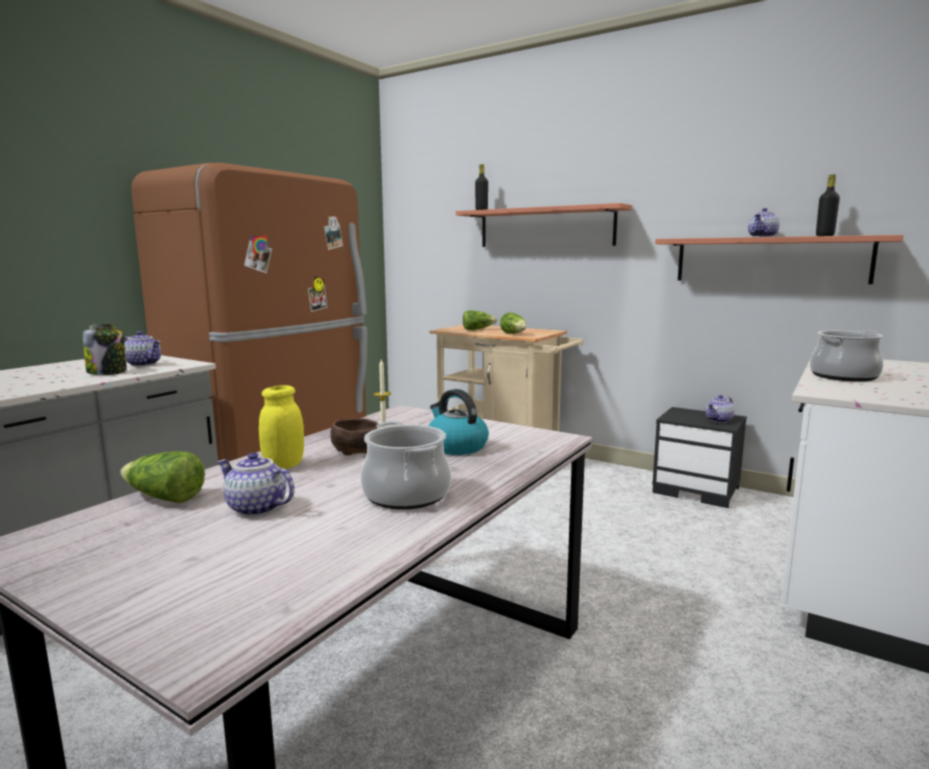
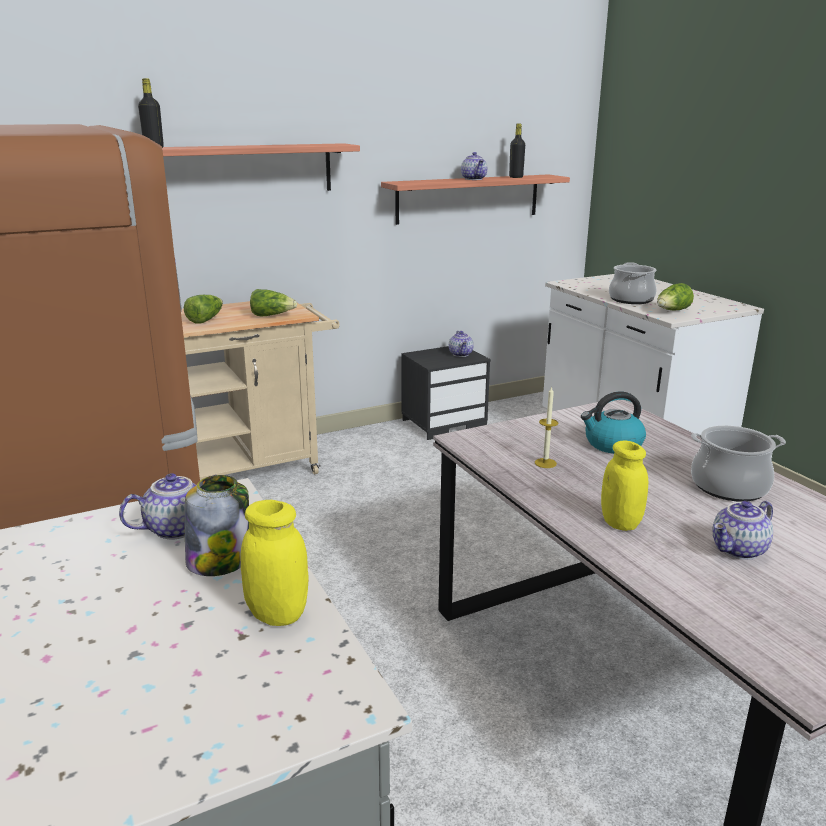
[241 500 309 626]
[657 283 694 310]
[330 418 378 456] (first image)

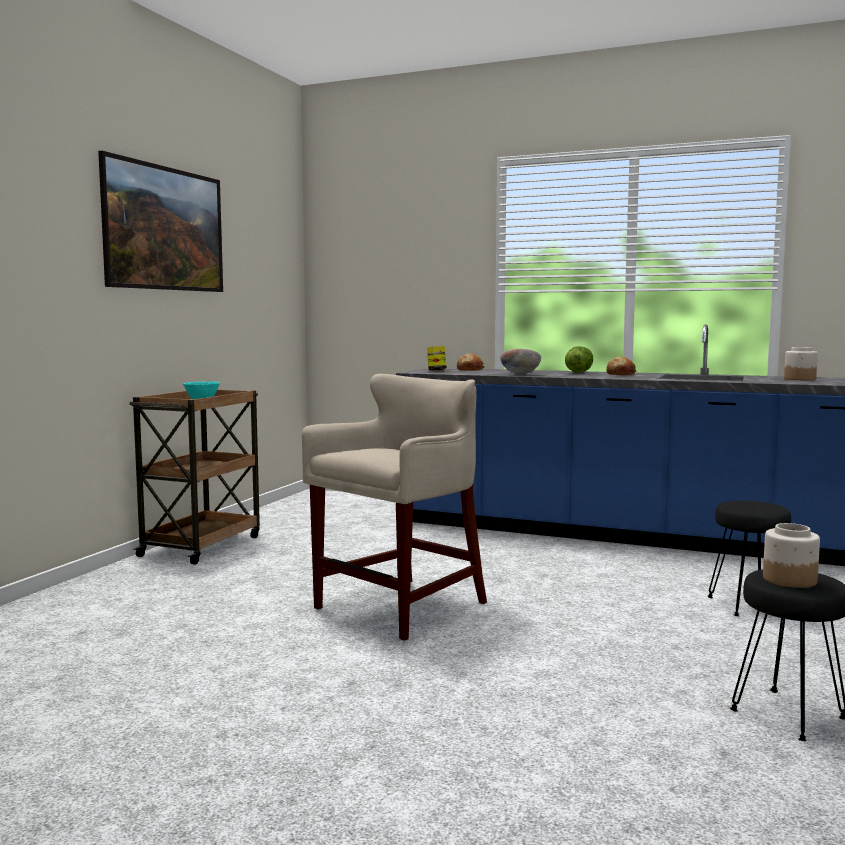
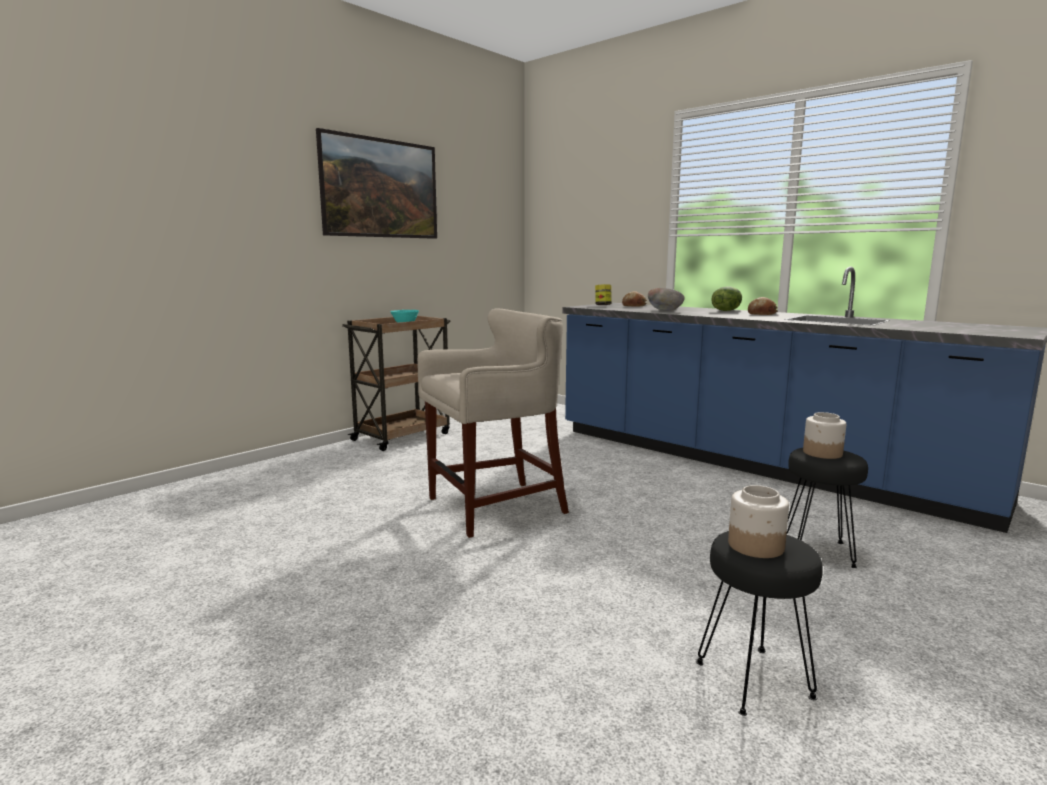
[803 412 846 459]

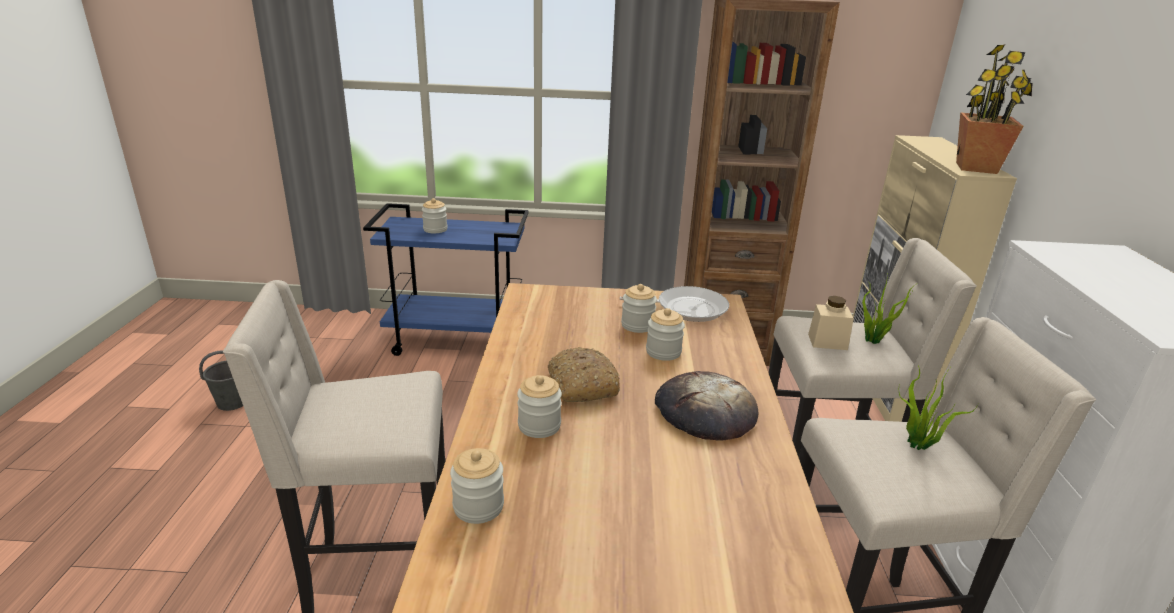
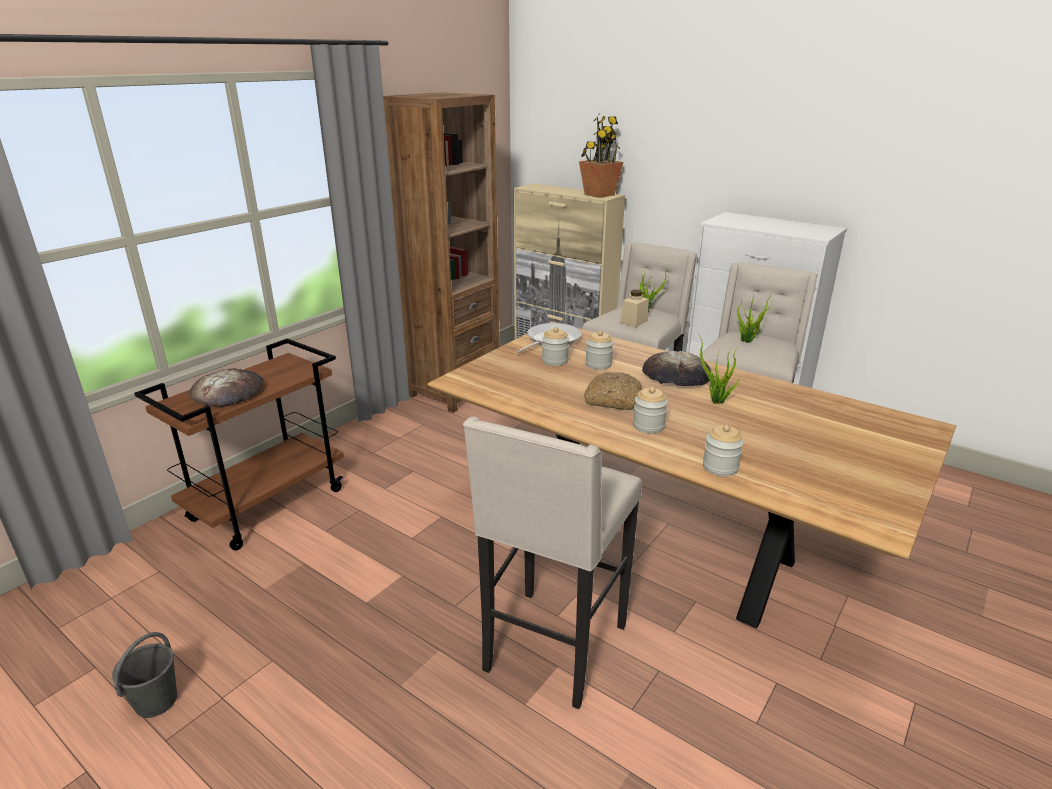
[134 339 344 551]
[190 368 264 407]
[698 333 741 404]

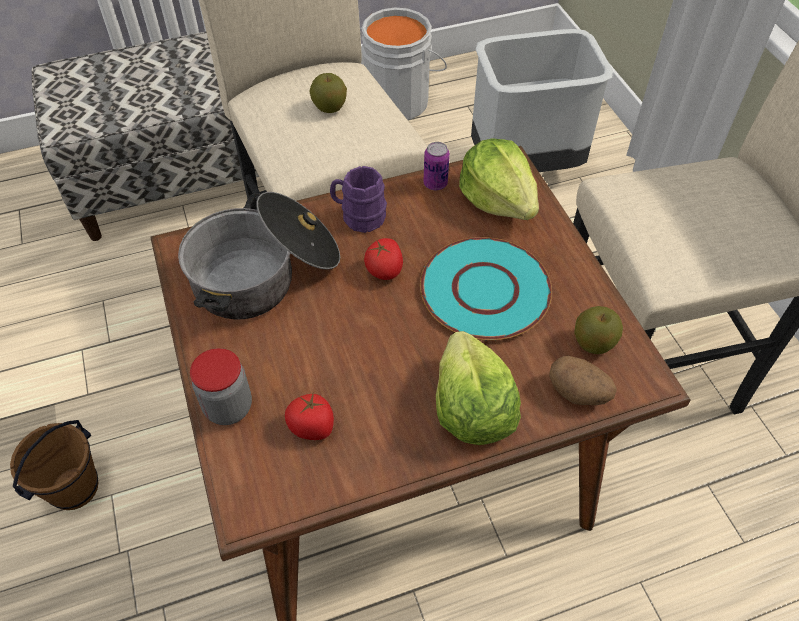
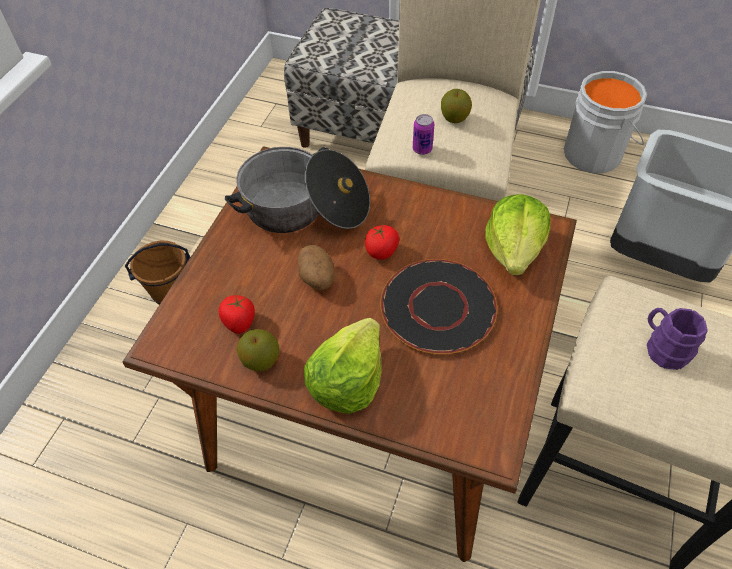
[236 329 280 372]
[298 245 334 290]
[380 259 497 354]
[413 114 435 155]
[647 308 708 370]
[190 348 252 425] (first image)

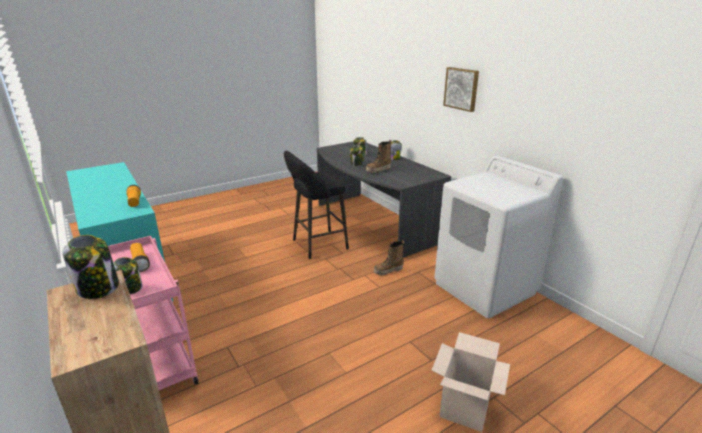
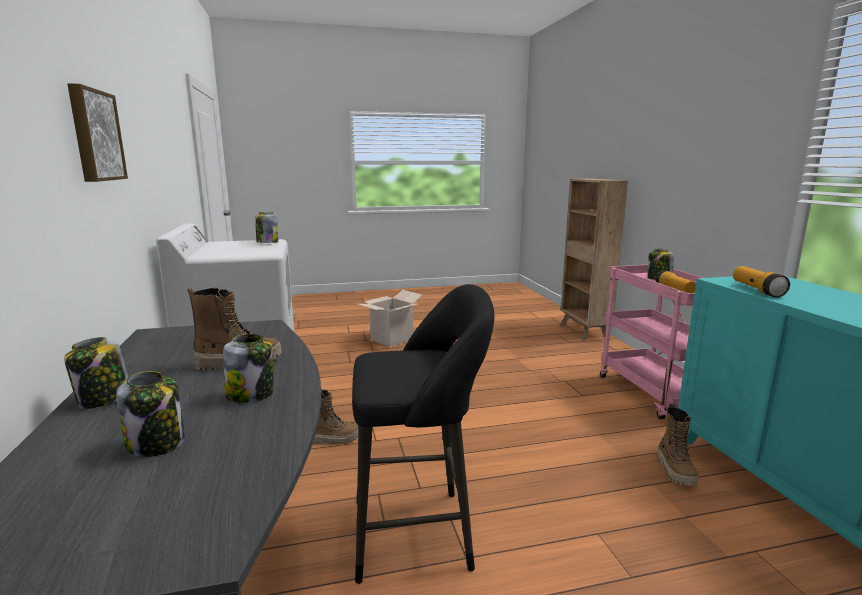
[255 212 278 243]
[657 403 698 486]

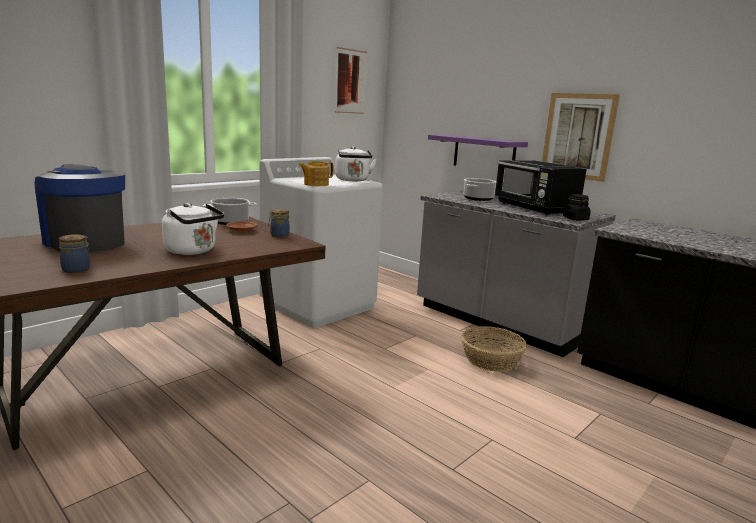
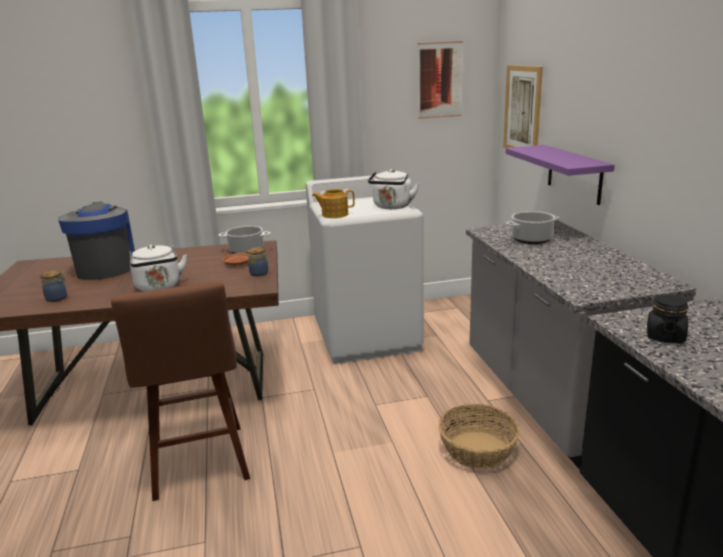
[111 282 250 501]
[503 65 543 148]
[647 294 688 343]
[494 160 587 215] (first image)

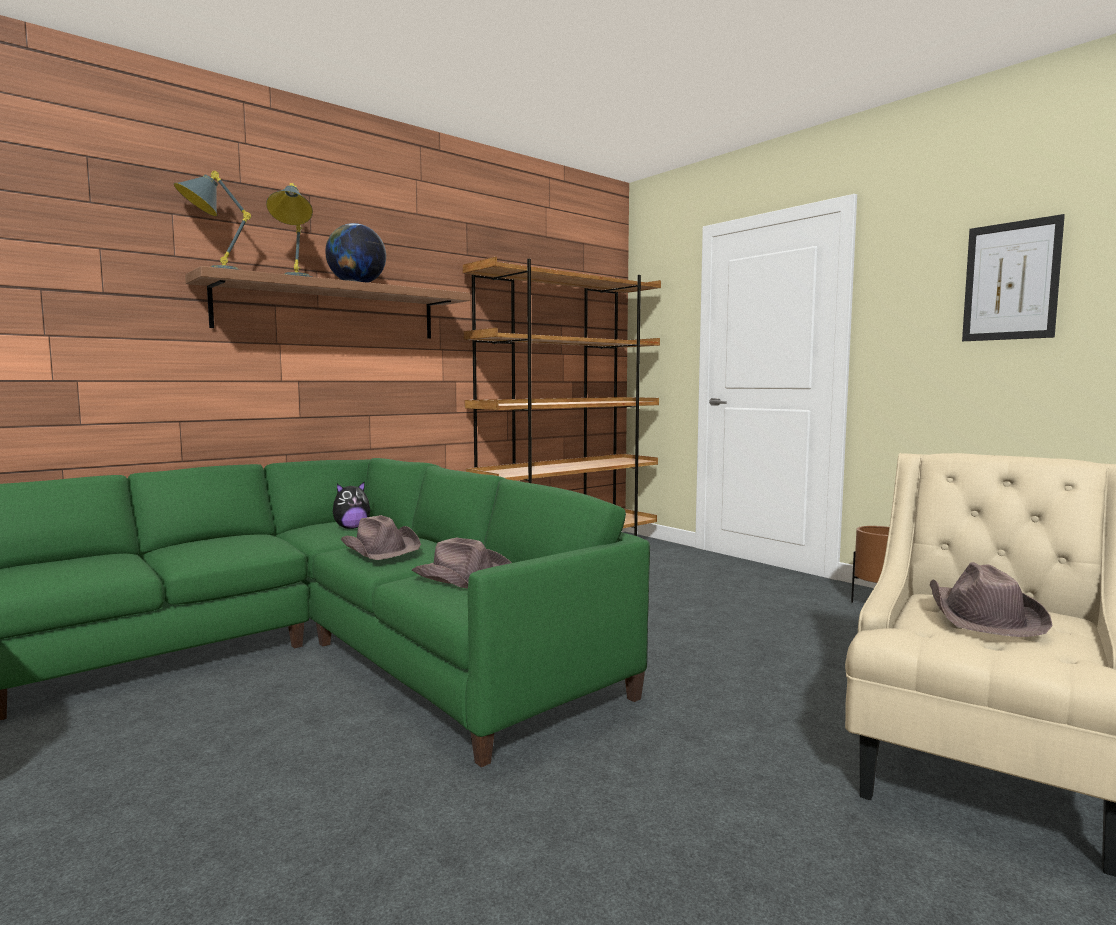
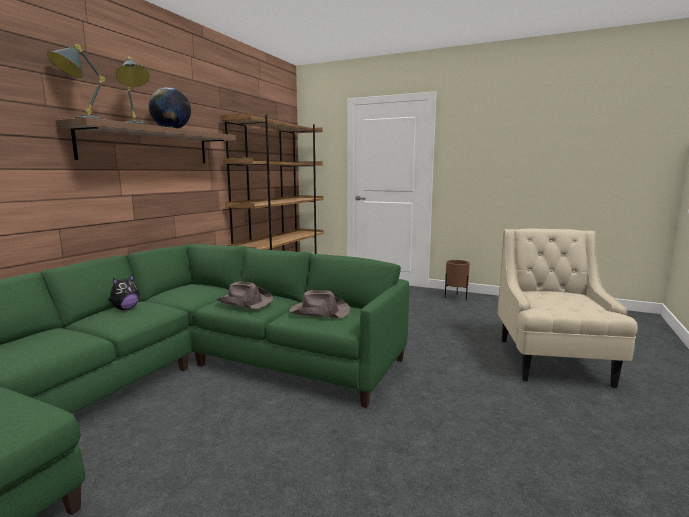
[109 275 140 310]
[930 562 1053 637] (first image)
[962 214 1065 341] (first image)

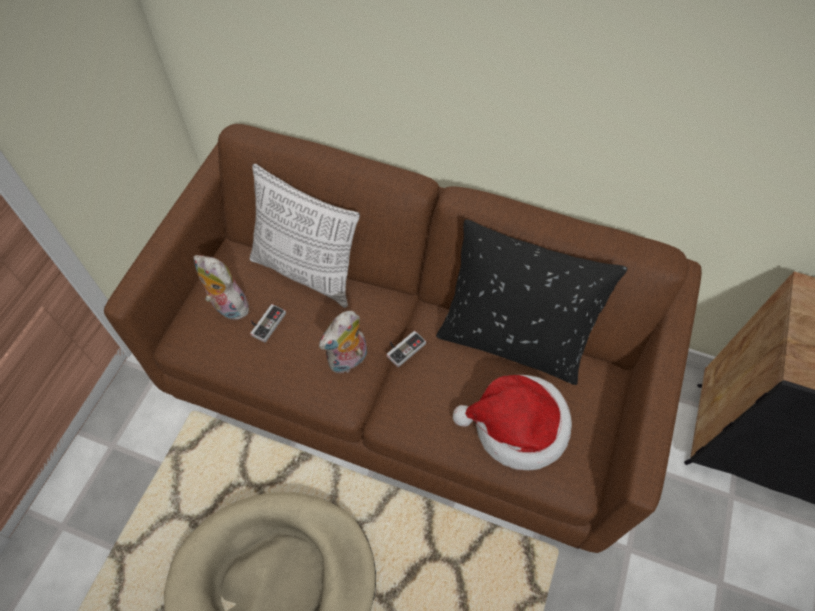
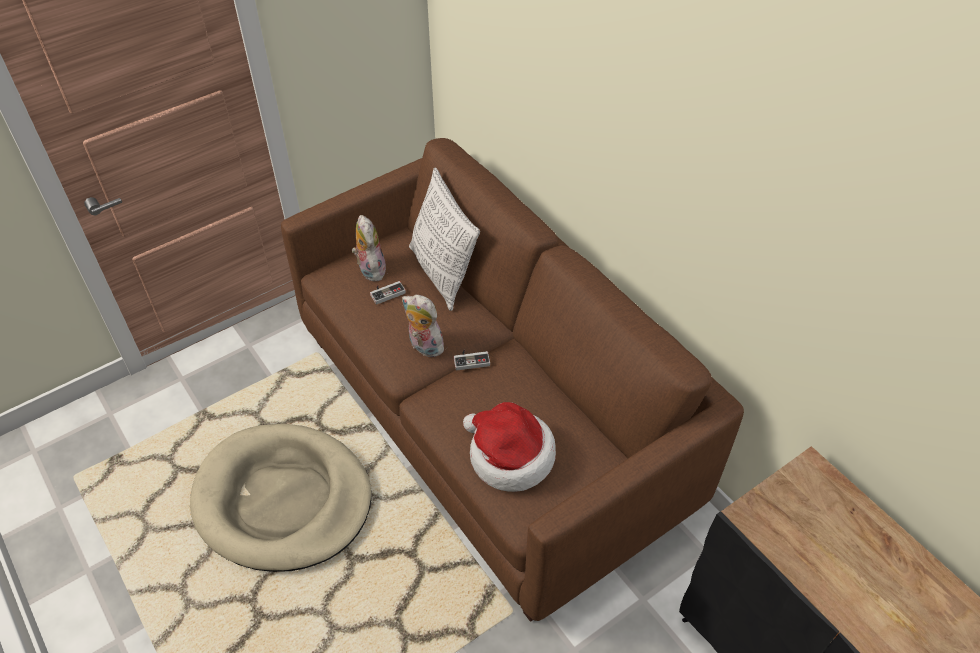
[402 295 444 357]
[436 219 627 385] (first image)

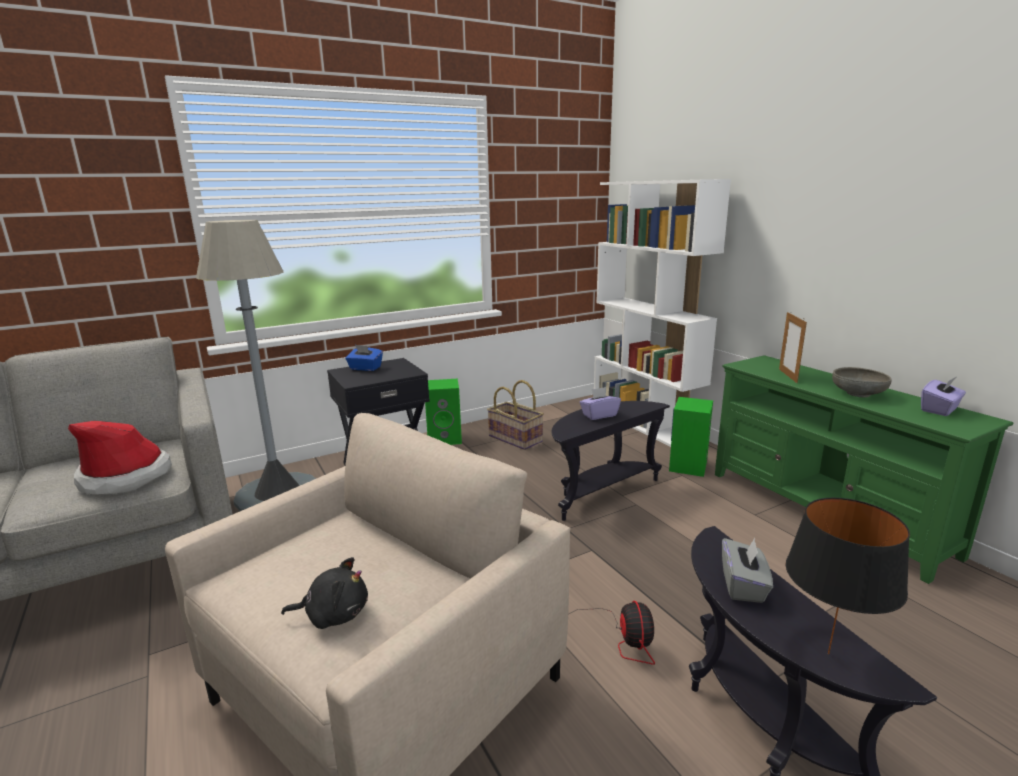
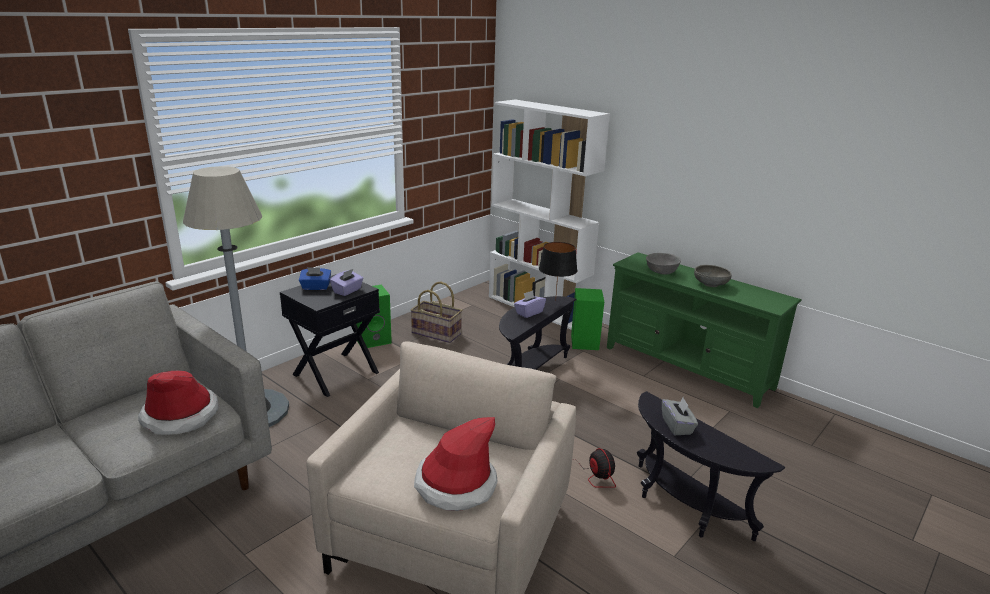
[330 269 364 296]
[414 417 497 511]
[539 242 577 301]
[646 253 681 274]

